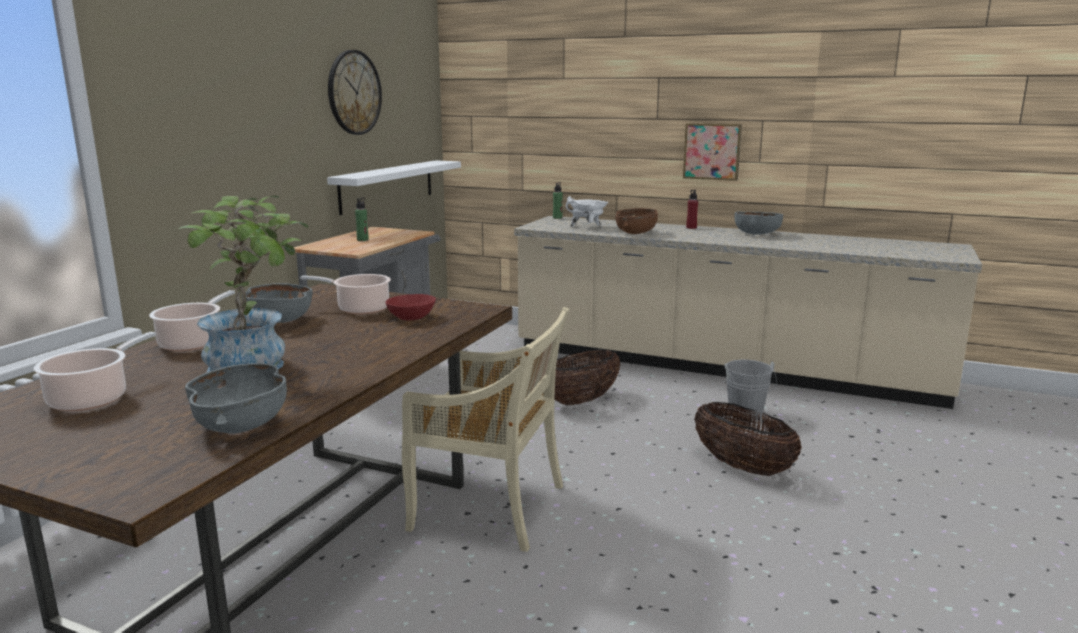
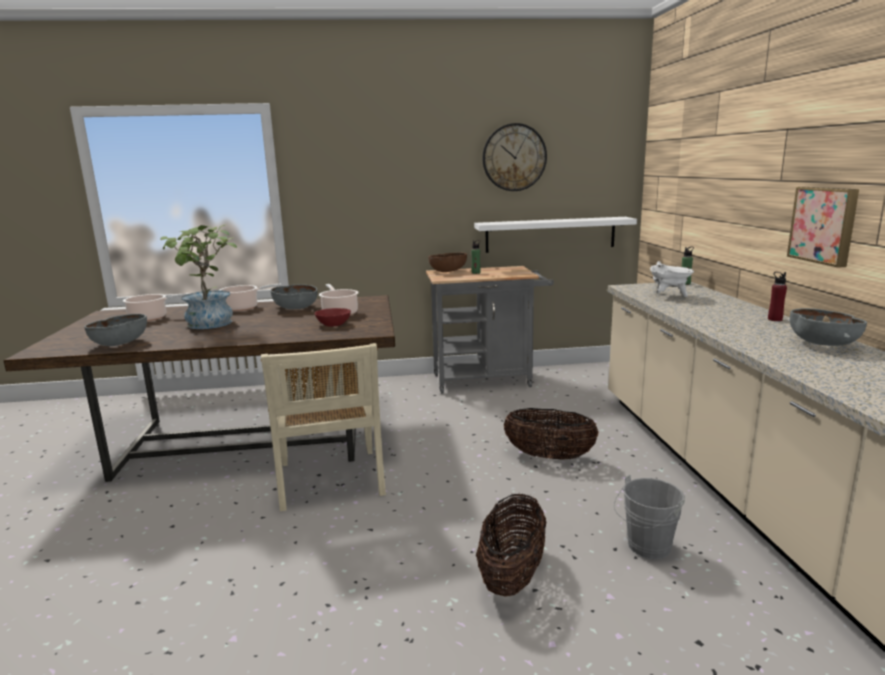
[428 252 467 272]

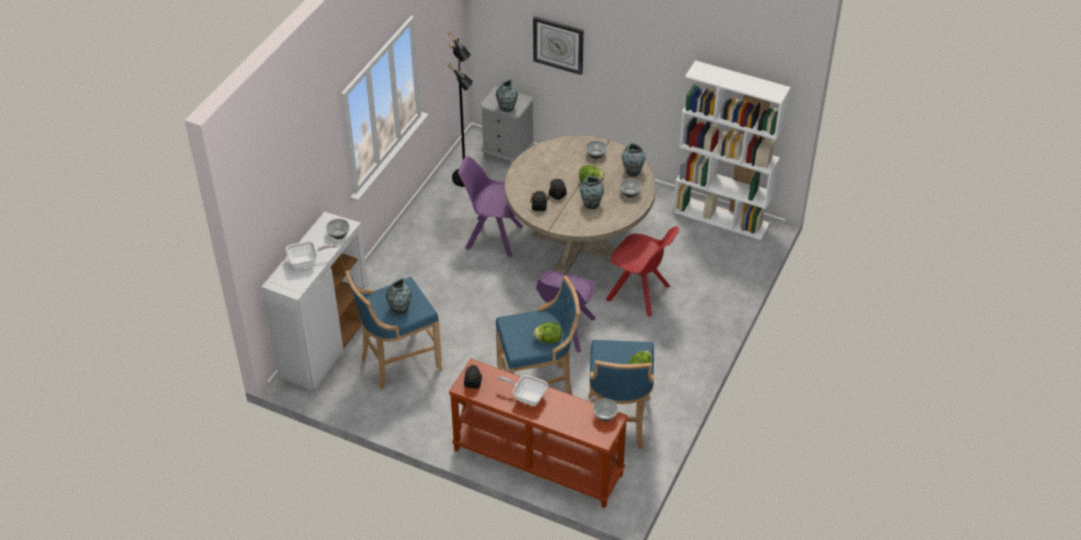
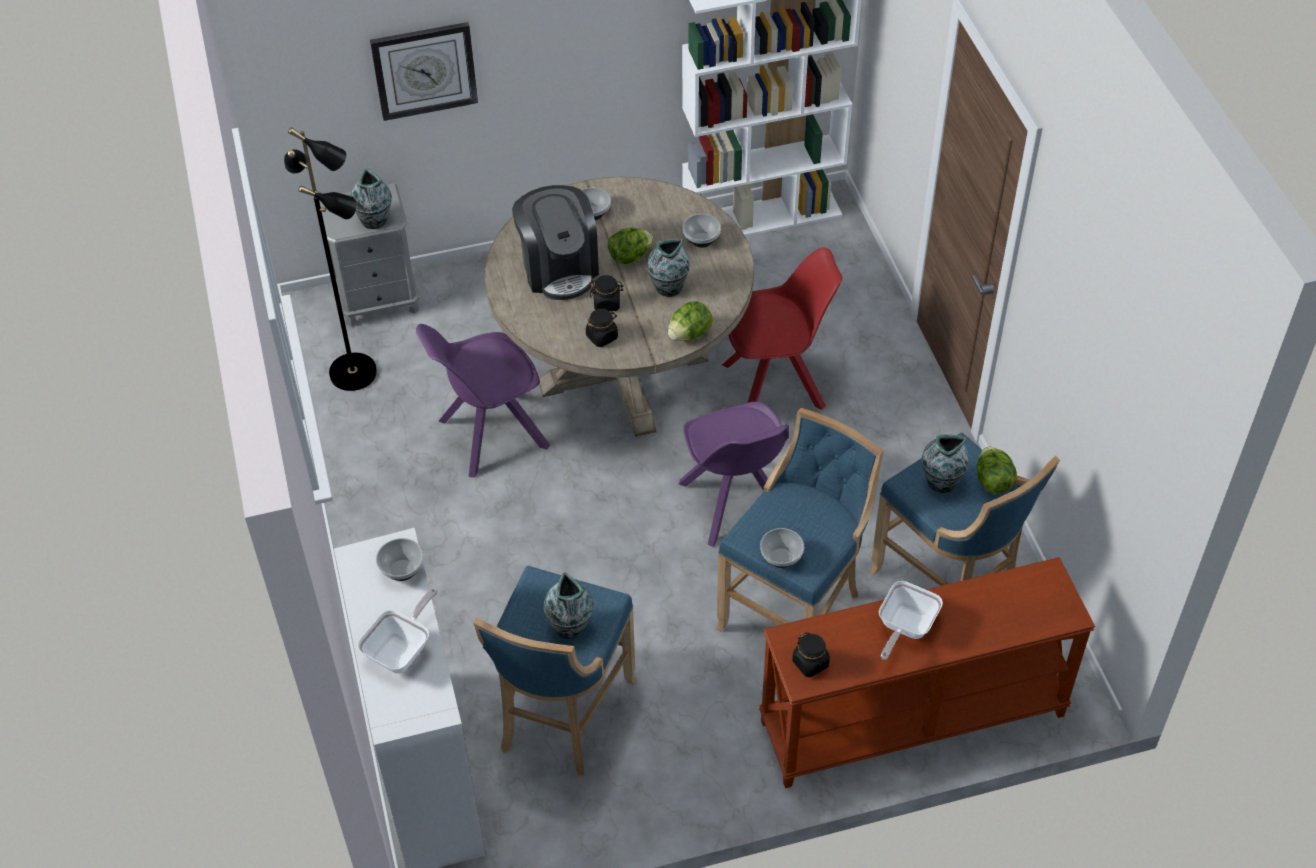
[512 185 599 300]
[668 301 713 341]
[760 528 804 568]
[879 581 943 660]
[922 434 969 493]

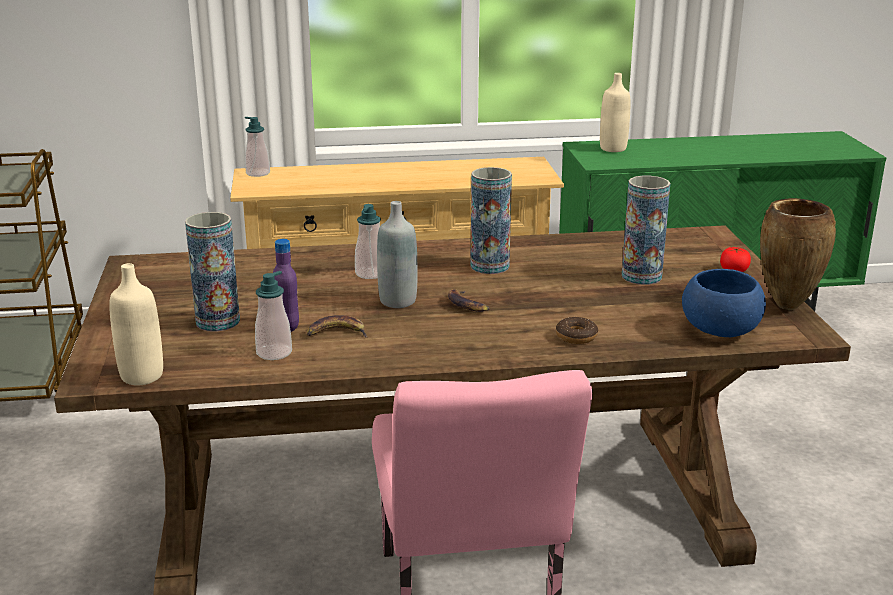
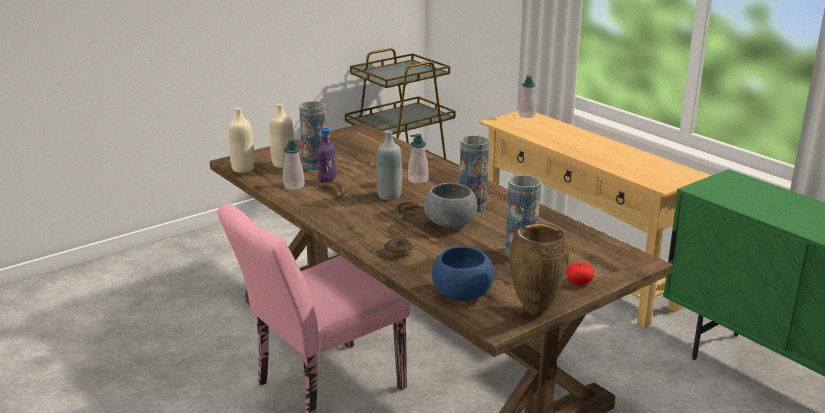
[269 103 294 168]
[424 183 477 227]

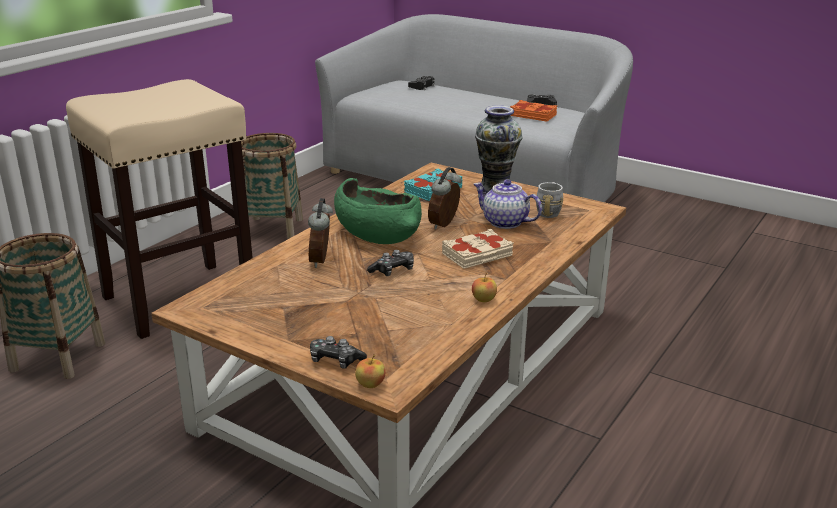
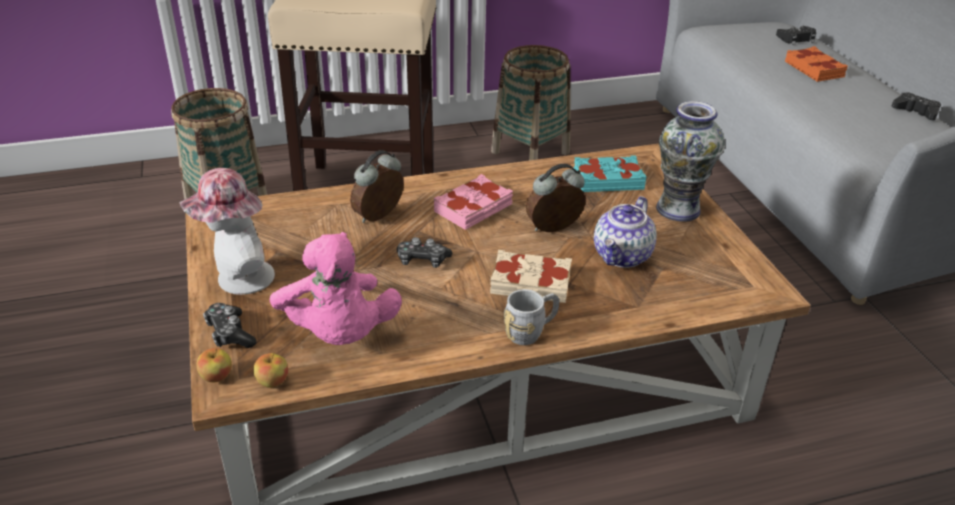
[179 168 275 295]
[253 352 288 388]
[269 232 402 345]
[434 174 513 230]
[503 289 559 345]
[594 196 657 268]
[785 46 848 82]

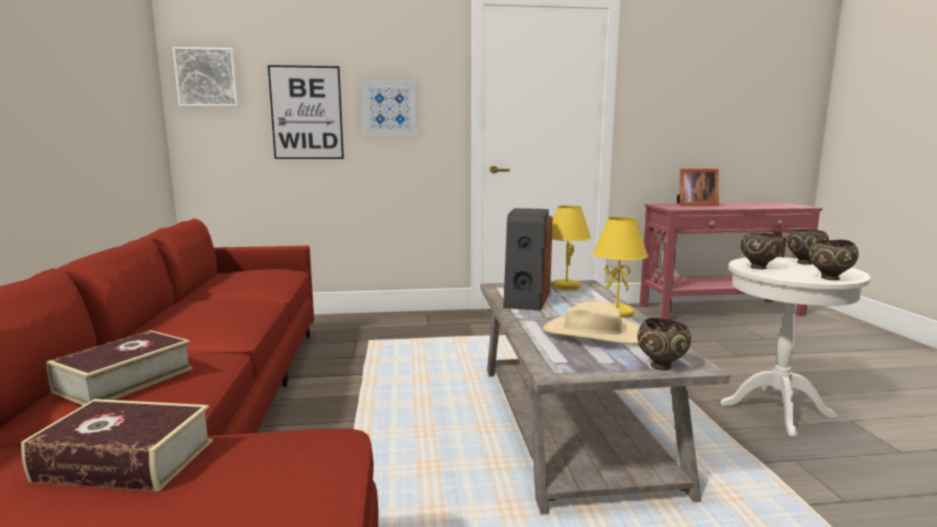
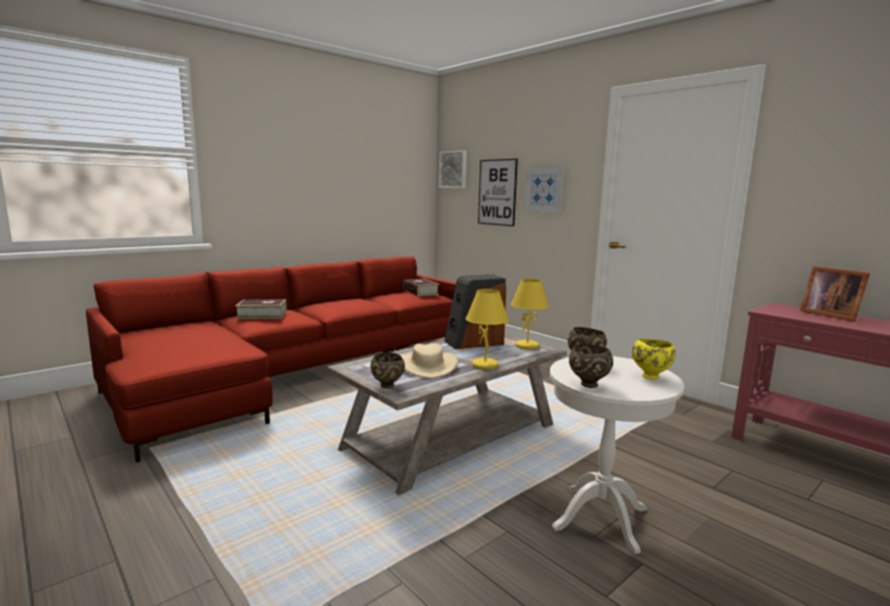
[404 279 439 296]
[632 339 676 380]

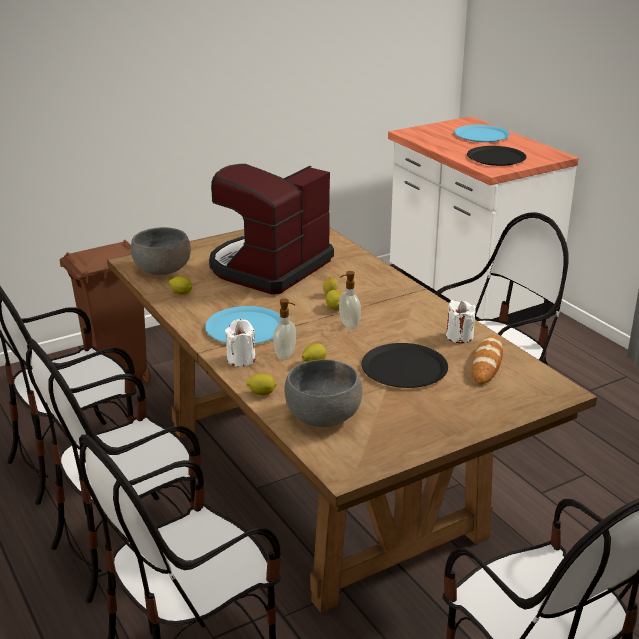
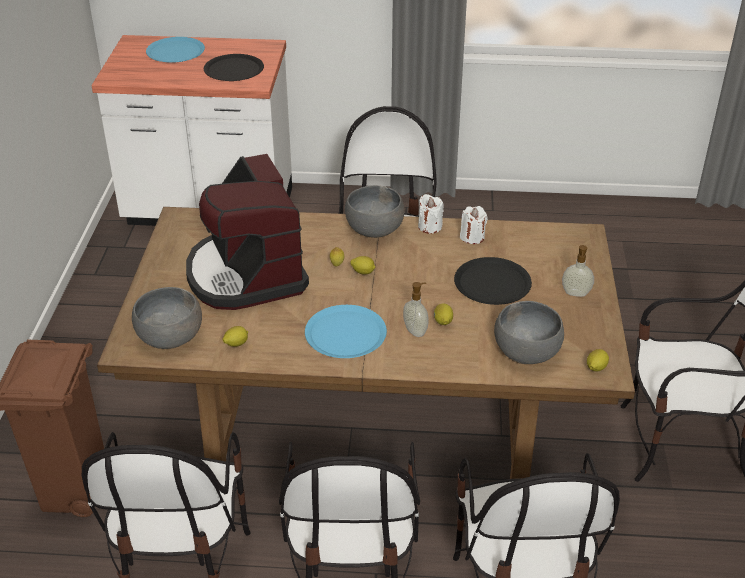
[345 185 404 238]
[418 194 444 234]
[562 245 594 297]
[587 349 609 371]
[472 335 503 384] (first image)

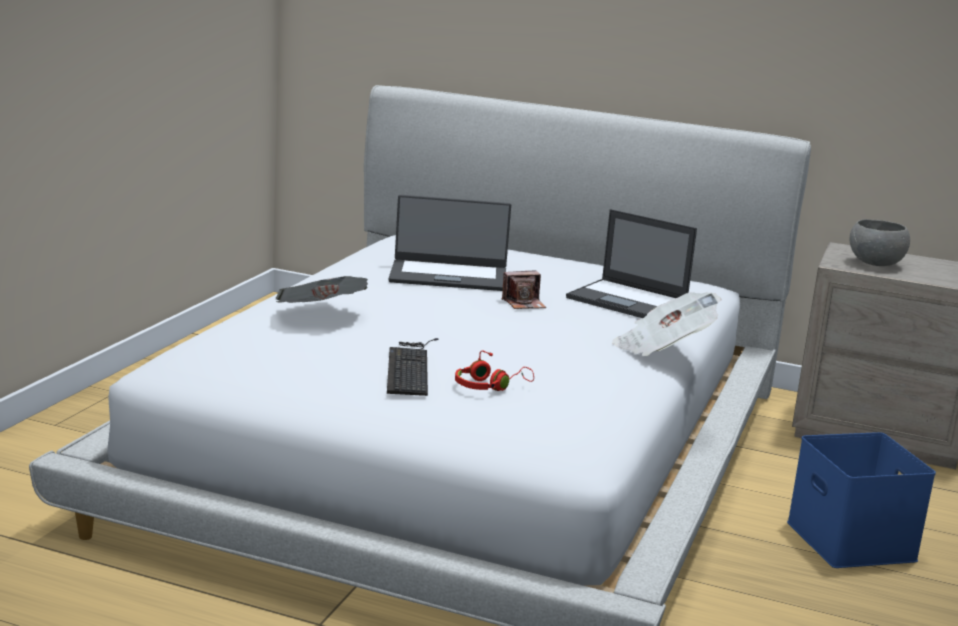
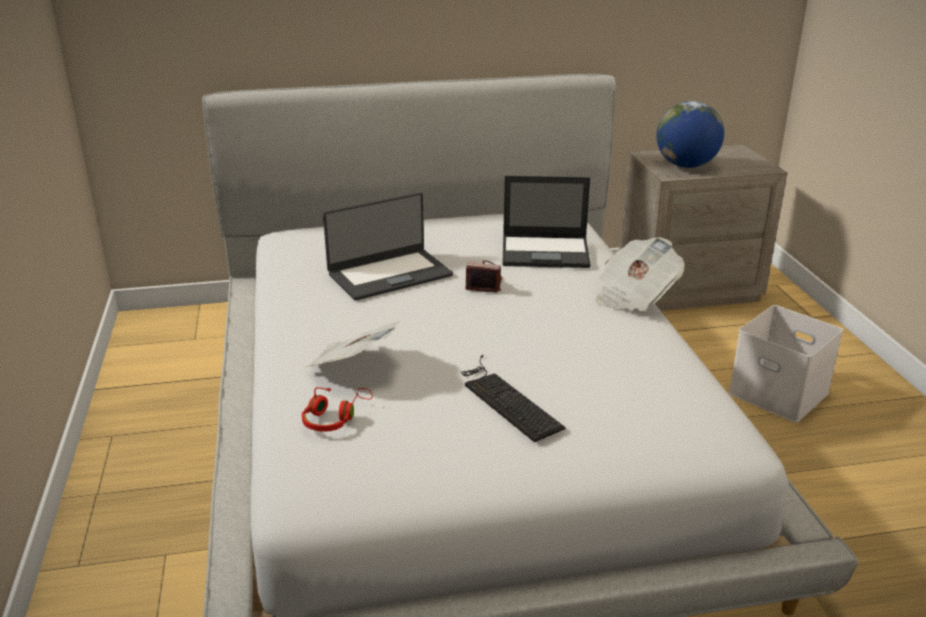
[302 387 373 432]
[466 260 503 293]
[656 101 724 168]
[728 305 843 423]

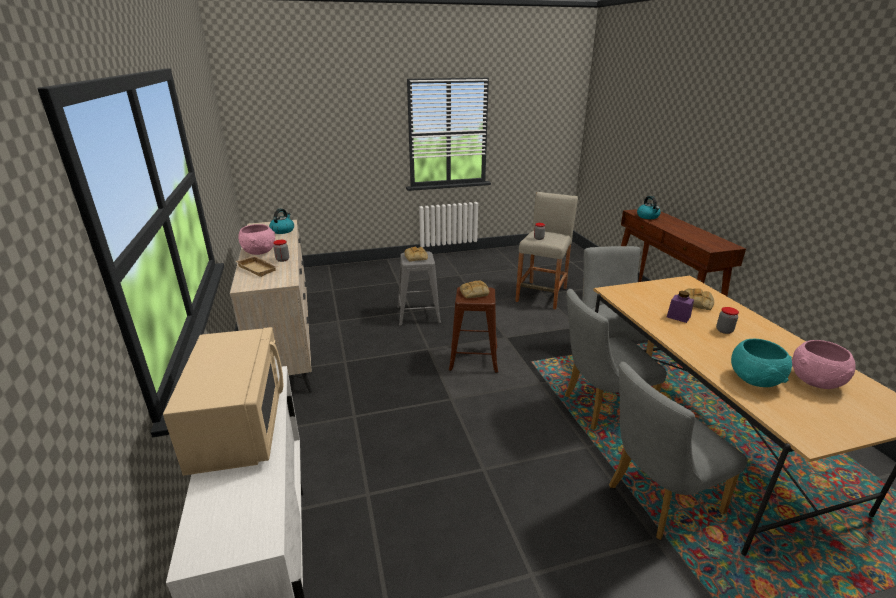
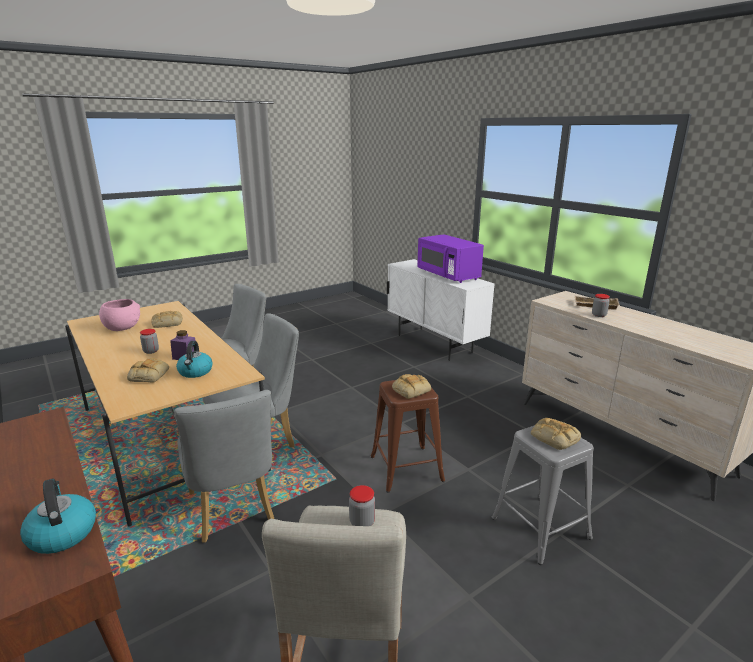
[151 311 183 328]
[176 341 213 378]
[417 234 484 283]
[238 224 275 255] (first image)

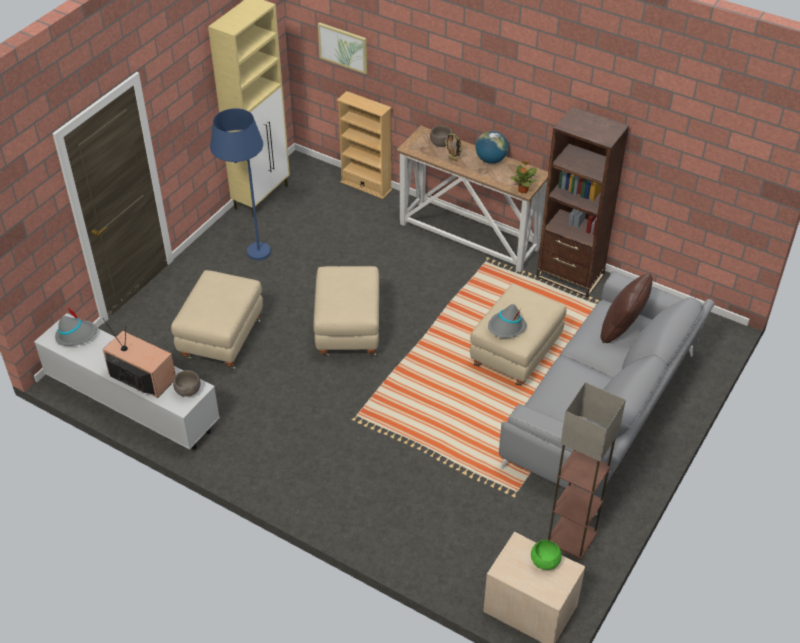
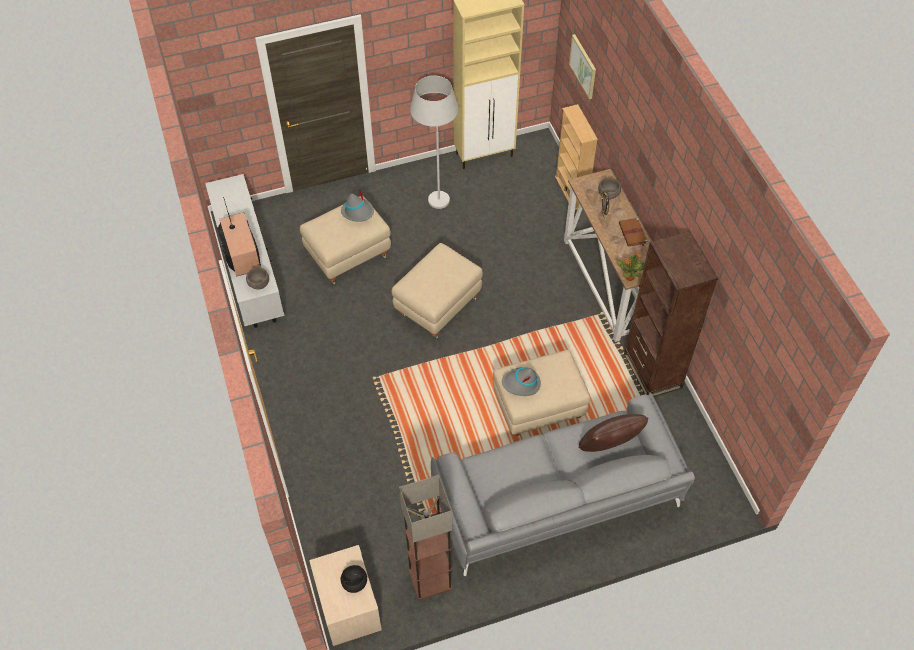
[341 189 374 222]
[341 565 367 593]
[410 75 458 209]
[619 218 647 247]

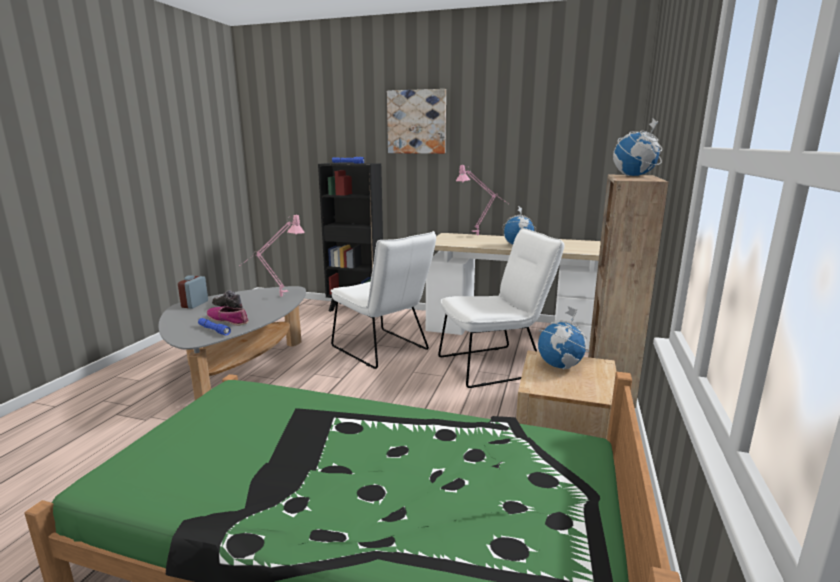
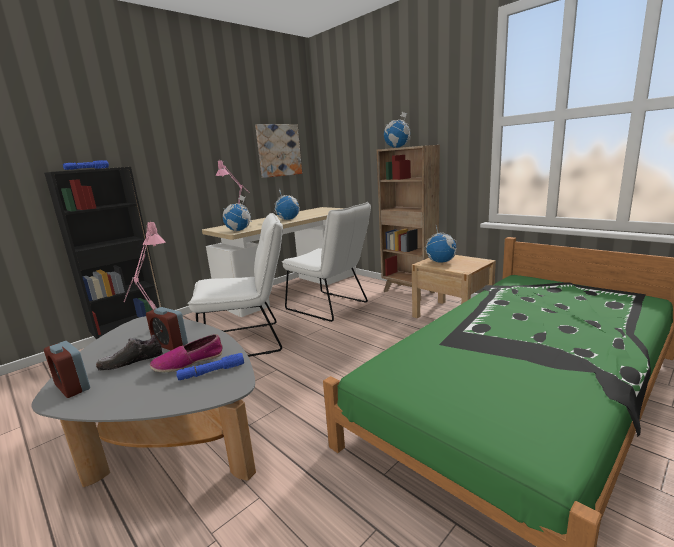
[146 307 188 351]
[223 195 252 231]
[255 124 302 178]
[282 202 371 322]

